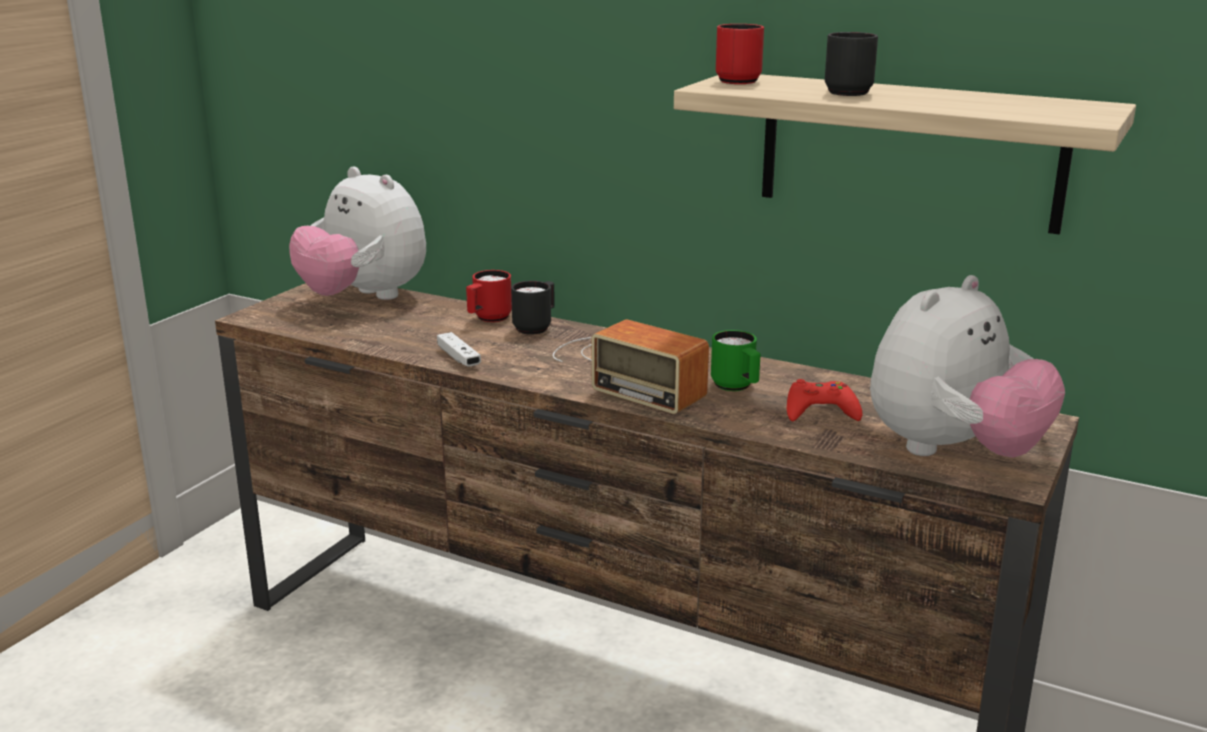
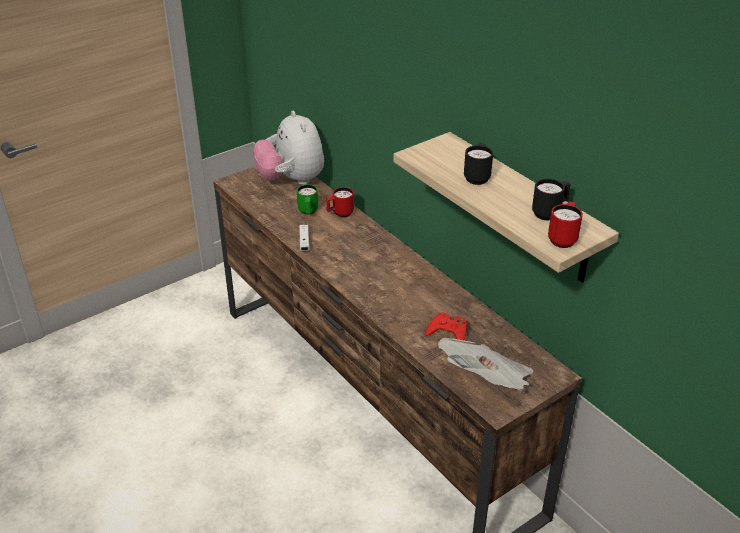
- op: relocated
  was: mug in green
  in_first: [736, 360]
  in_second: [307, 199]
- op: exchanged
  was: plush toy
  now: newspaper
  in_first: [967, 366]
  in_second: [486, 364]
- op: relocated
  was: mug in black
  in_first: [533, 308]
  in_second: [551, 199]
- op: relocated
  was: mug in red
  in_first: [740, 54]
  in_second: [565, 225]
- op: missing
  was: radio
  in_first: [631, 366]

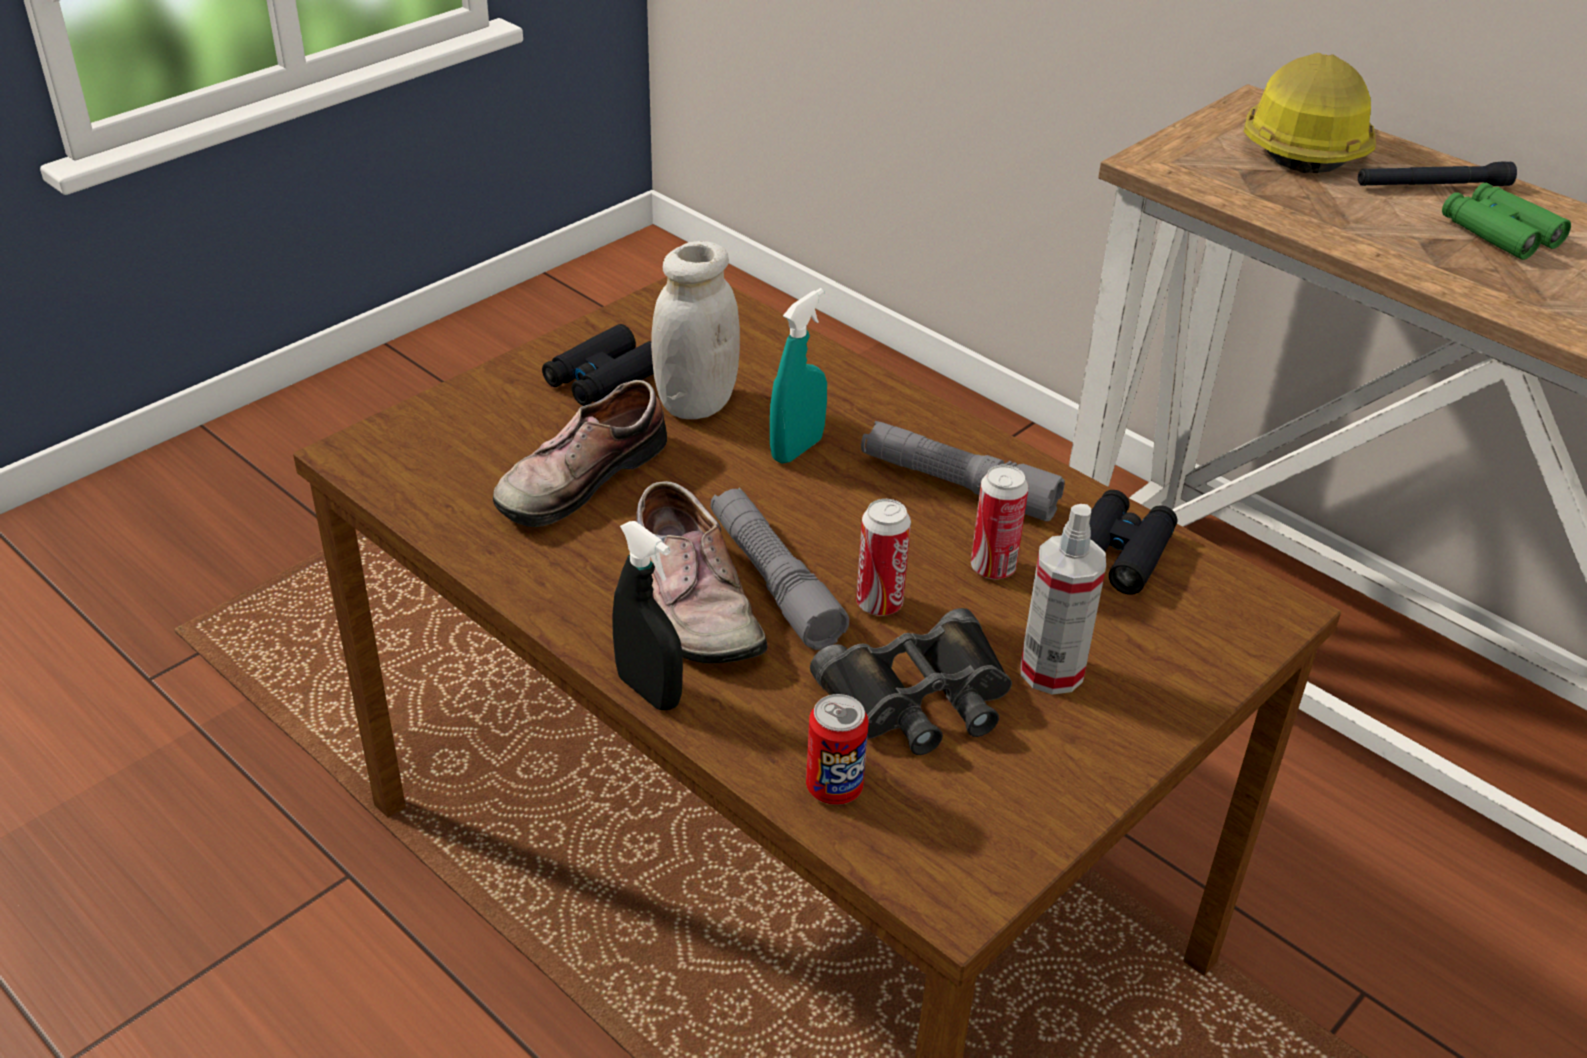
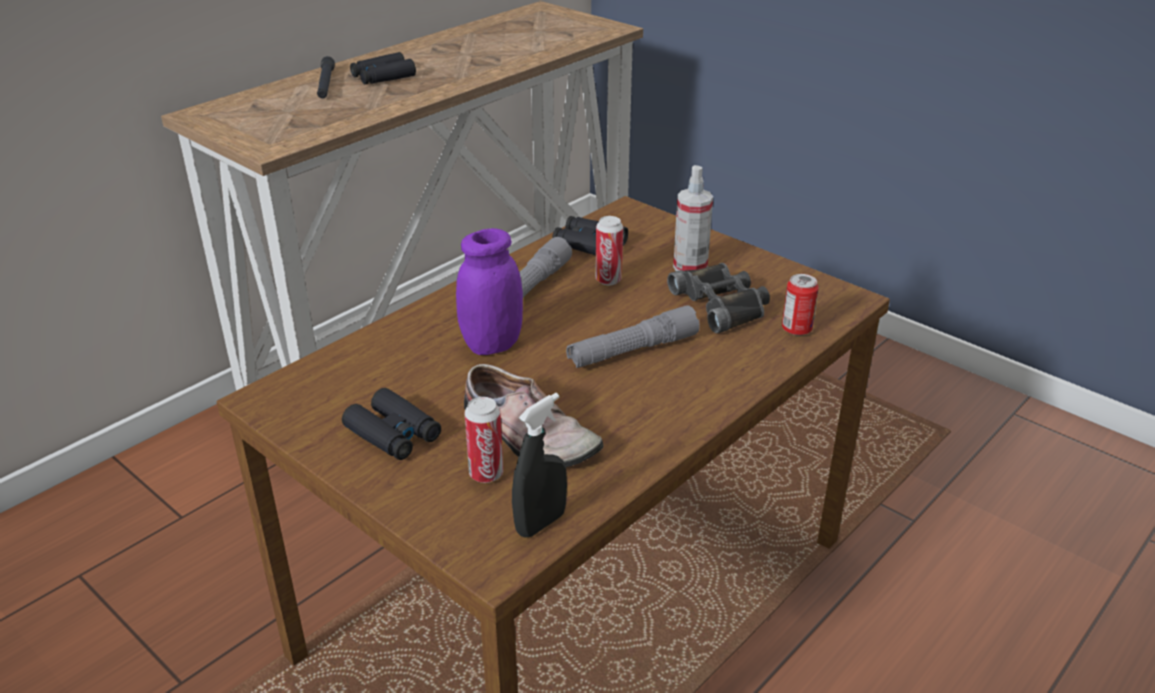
- op: colour
  was: binoculars in green
  now: binoculars in black
  in_first: [1506, 221]
  in_second: [383, 68]
- op: exchanged
  was: spray bottle in turquoise
  now: jar in purple
  in_first: [798, 375]
  in_second: [489, 291]
- op: relocated
  was: can
  in_first: [883, 557]
  in_second: [483, 440]
- op: relocated
  was: spray bottle in black
  in_first: [647, 615]
  in_second: [539, 465]
- op: missing
  was: shoe
  in_first: [702, 572]
- op: missing
  was: jar in white
  in_first: [695, 330]
- op: missing
  was: hard hat
  in_first: [1310, 113]

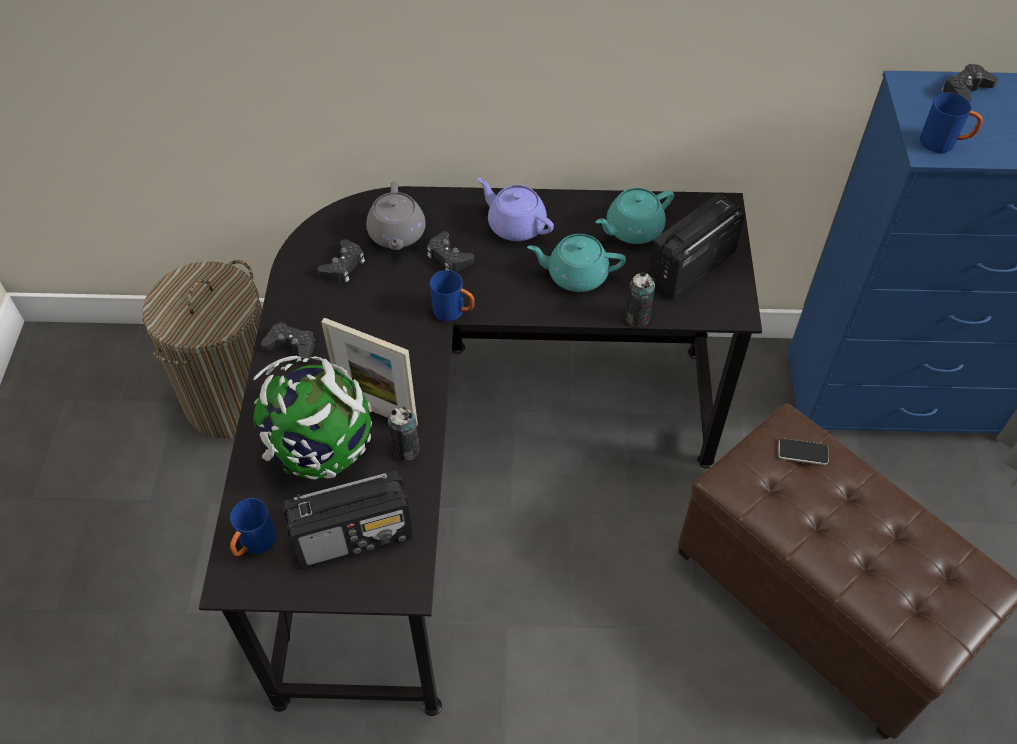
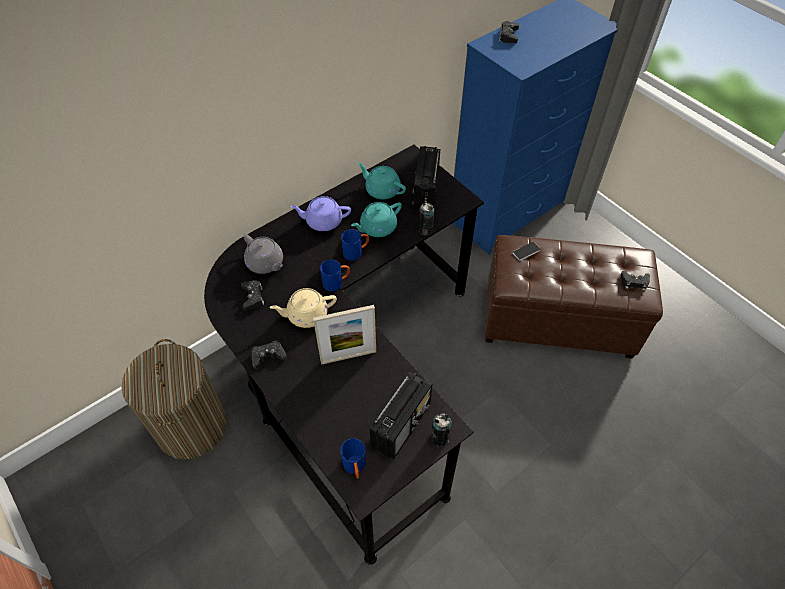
- op: appeared
  now: teapot in beige
  in_second: [303, 308]
- op: relocated
  was: mug in blue
  in_first: [951, 122]
  in_second: [355, 245]
- op: spun
  was: teapot in turquoise
  in_first: [634, 216]
  in_second: [382, 181]
  clockwise: 105
- op: relocated
  was: can
  in_first: [404, 434]
  in_second: [441, 430]
- op: relocated
  was: game controller in black
  in_first: [450, 251]
  in_second: [635, 281]
- op: missing
  was: globe
  in_first: [312, 418]

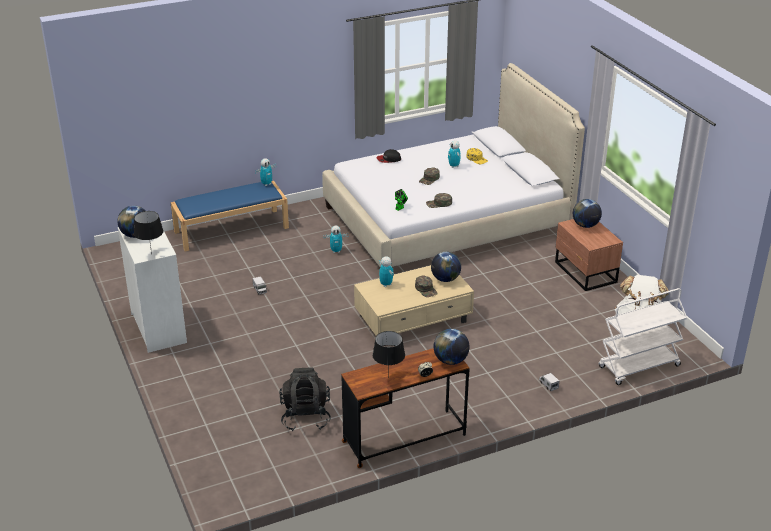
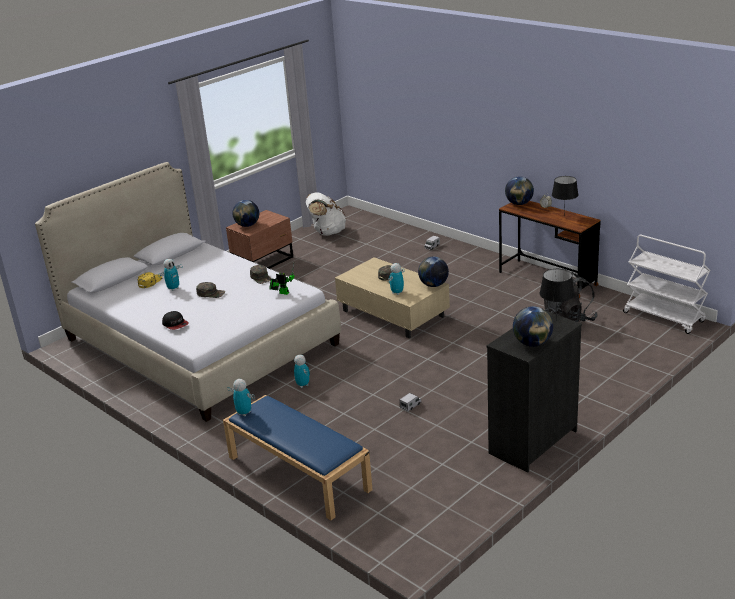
- op: relocated
  was: globe
  in_first: [446, 267]
  in_second: [433, 272]
- op: colour
  was: dresser in white
  now: dresser in black
  in_first: [152, 290]
  in_second: [534, 392]
- op: relocated
  was: cart in white
  in_first: [643, 336]
  in_second: [666, 284]

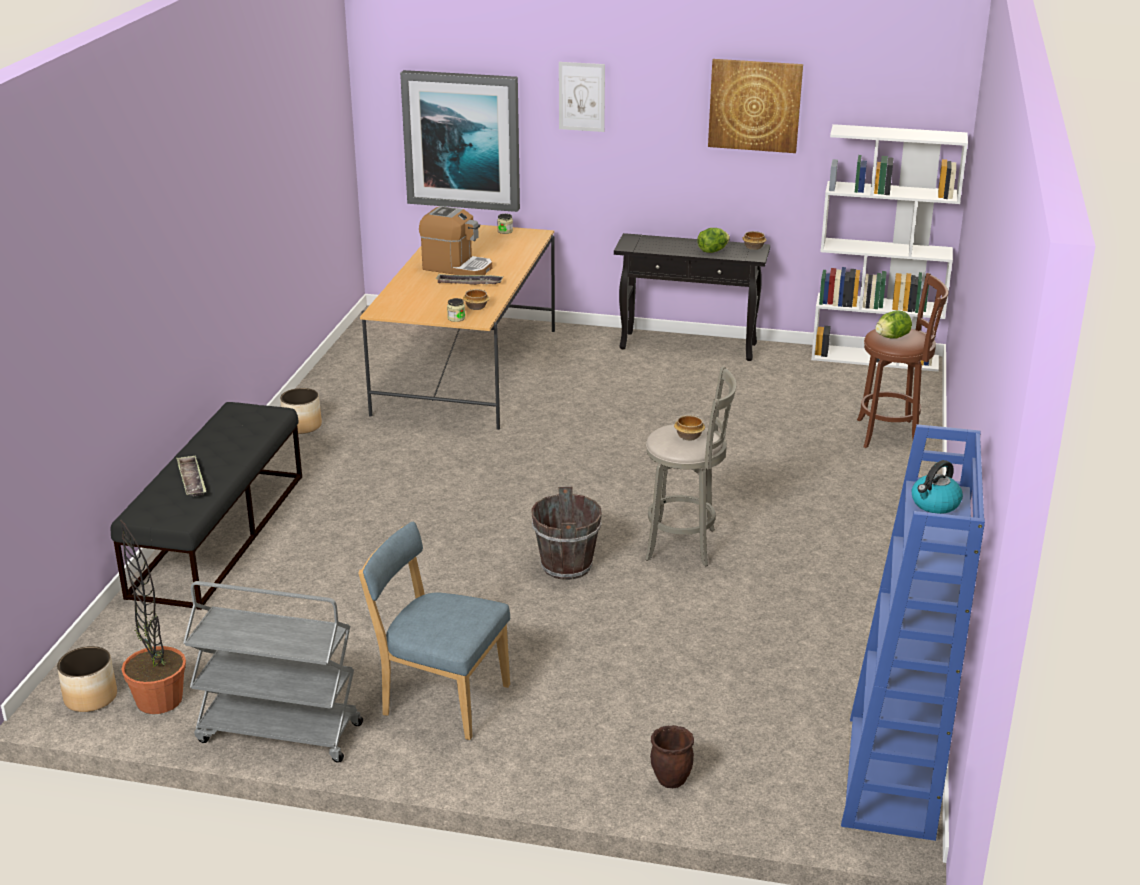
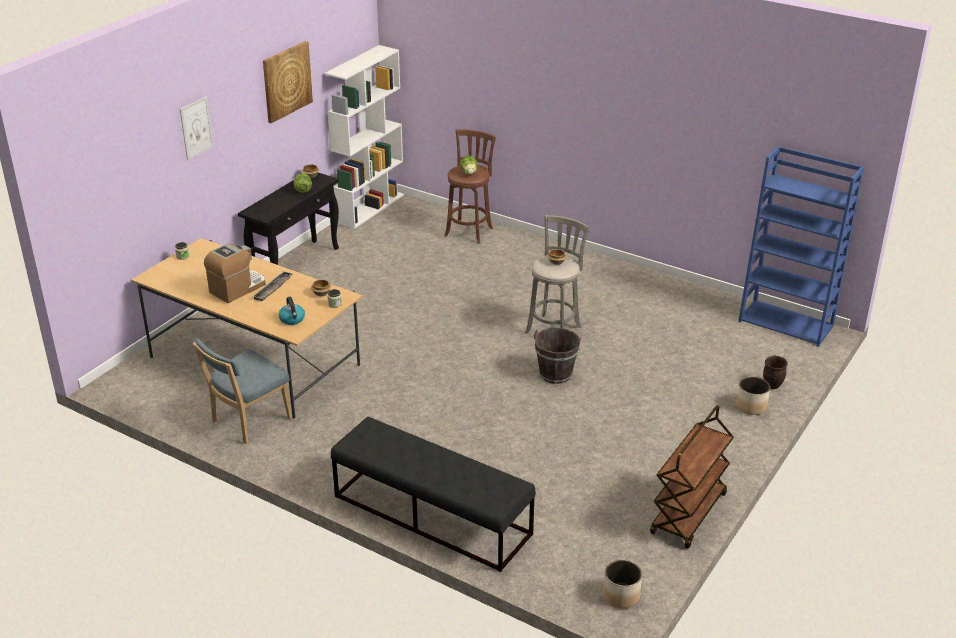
- op: relocated
  was: chair in blue
  in_first: [434, 631]
  in_second: [242, 391]
- op: relocated
  was: kettle
  in_first: [937, 487]
  in_second: [292, 311]
- op: colour
  was: cart in grey
  now: cart in brown
  in_first: [273, 672]
  in_second: [692, 477]
- op: relocated
  was: planter
  in_first: [301, 411]
  in_second: [753, 396]
- op: missing
  was: potted plant
  in_first: [153, 617]
- op: missing
  was: tray
  in_first: [191, 475]
- op: missing
  was: picture
  in_first: [460, 141]

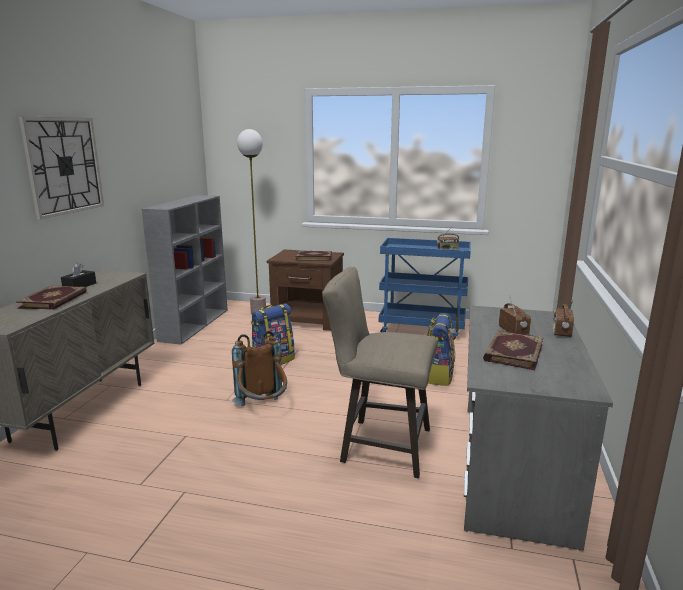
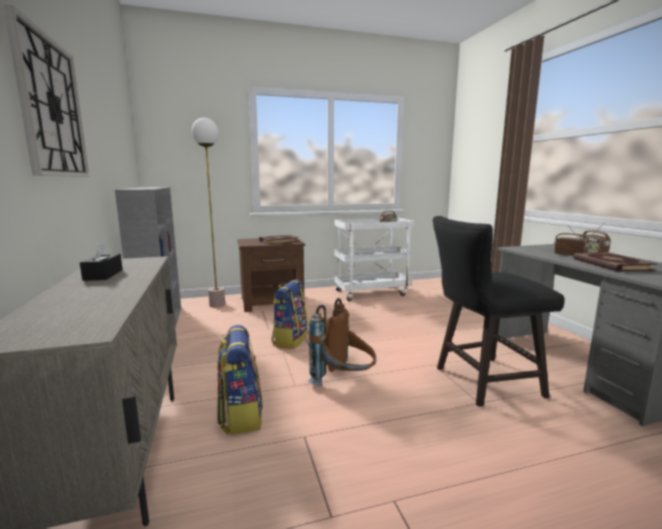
- op: relocated
  was: backpack
  in_first: [441, 349]
  in_second: [240, 380]
- op: colour
  was: cart in blue
  now: cart in white
  in_first: [425, 289]
  in_second: [374, 259]
- op: colour
  was: stool in beige
  now: stool in black
  in_first: [379, 372]
  in_second: [499, 311]
- op: missing
  was: book
  in_first: [51, 297]

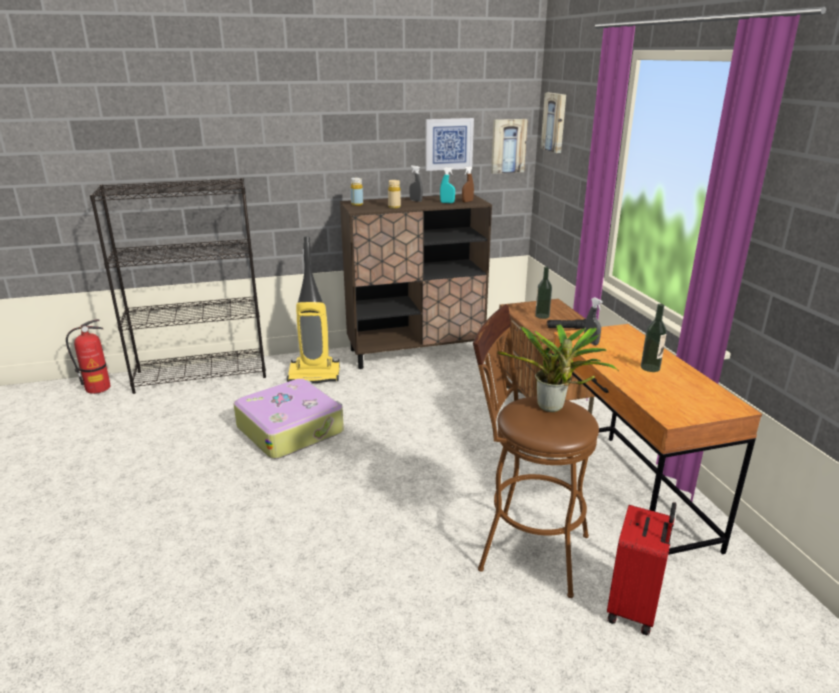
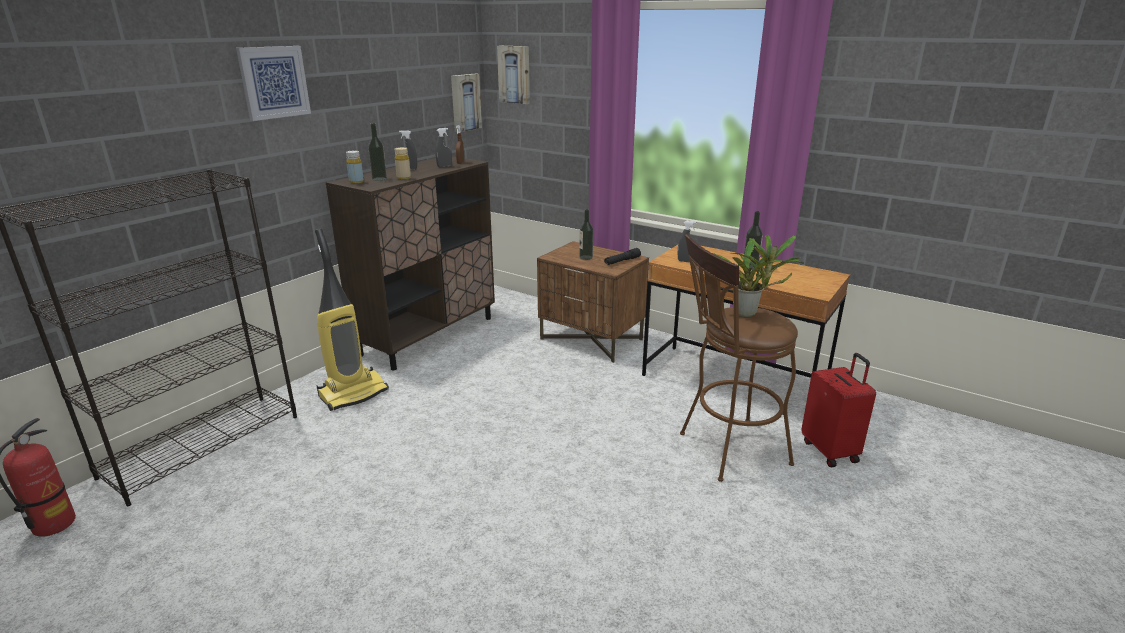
- op: relocated
  was: picture
  in_first: [449, 144]
  in_second: [273, 83]
- op: appeared
  now: bottle
  in_second: [377, 152]
- op: colour
  was: spray bottle in turquoise
  now: spray bottle in grey
  in_first: [447, 185]
  in_second: [443, 147]
- op: missing
  was: suitcase
  in_first: [289, 419]

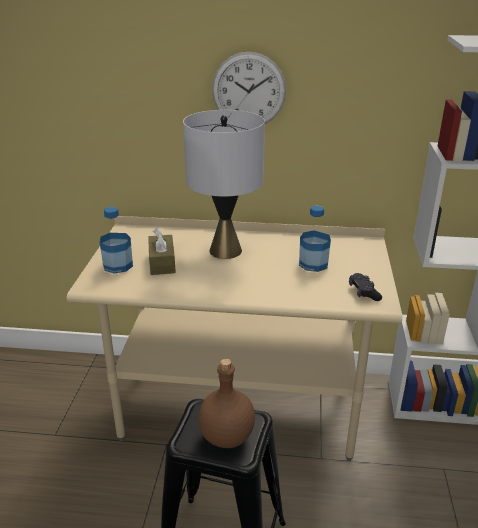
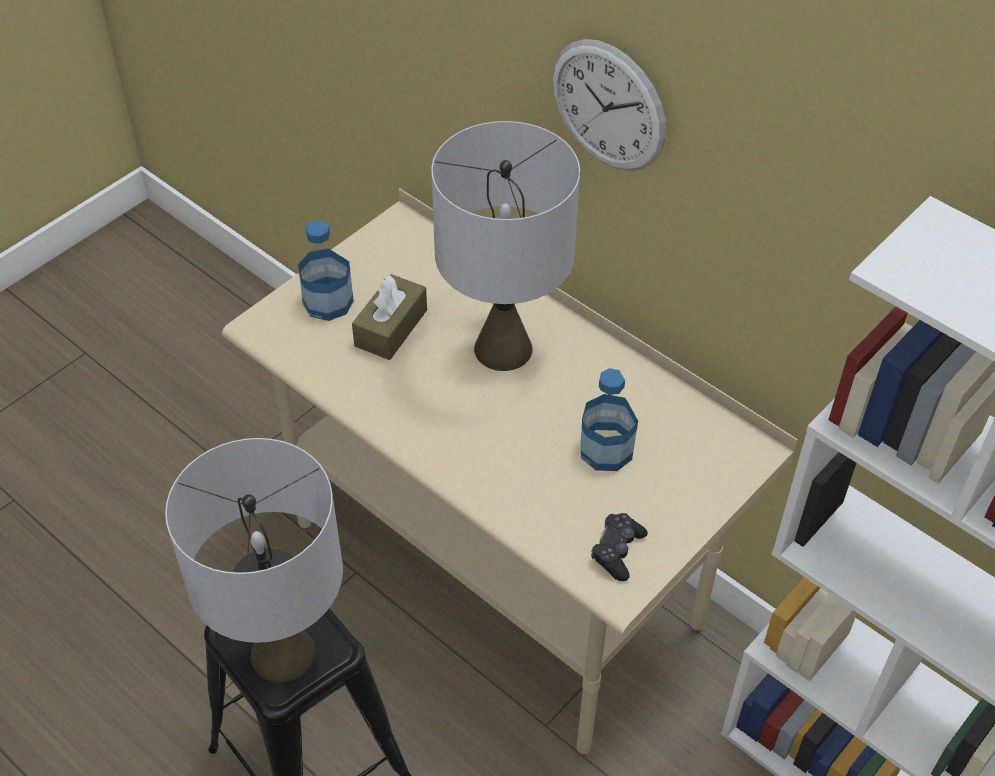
- op: exchanged
  was: bottle in brown
  now: table lamp in grey
  in_first: [226, 403]
  in_second: [254, 560]

